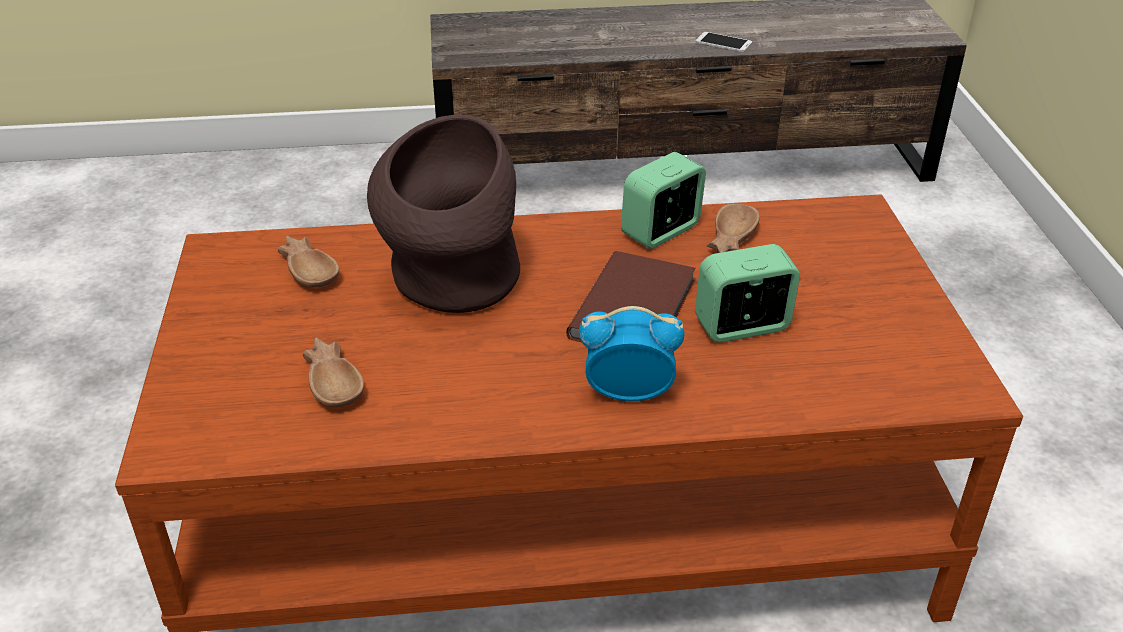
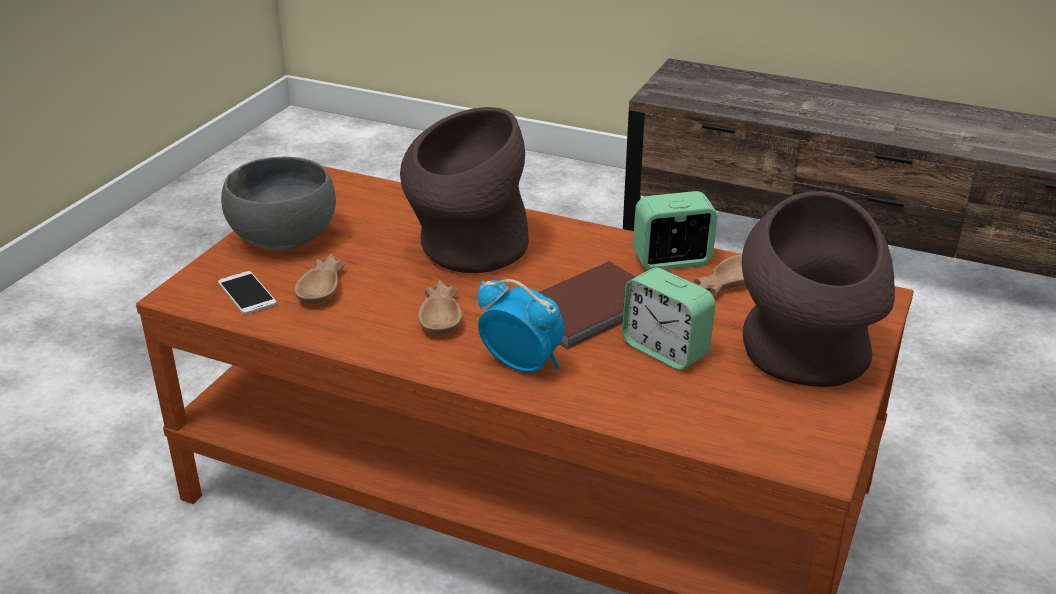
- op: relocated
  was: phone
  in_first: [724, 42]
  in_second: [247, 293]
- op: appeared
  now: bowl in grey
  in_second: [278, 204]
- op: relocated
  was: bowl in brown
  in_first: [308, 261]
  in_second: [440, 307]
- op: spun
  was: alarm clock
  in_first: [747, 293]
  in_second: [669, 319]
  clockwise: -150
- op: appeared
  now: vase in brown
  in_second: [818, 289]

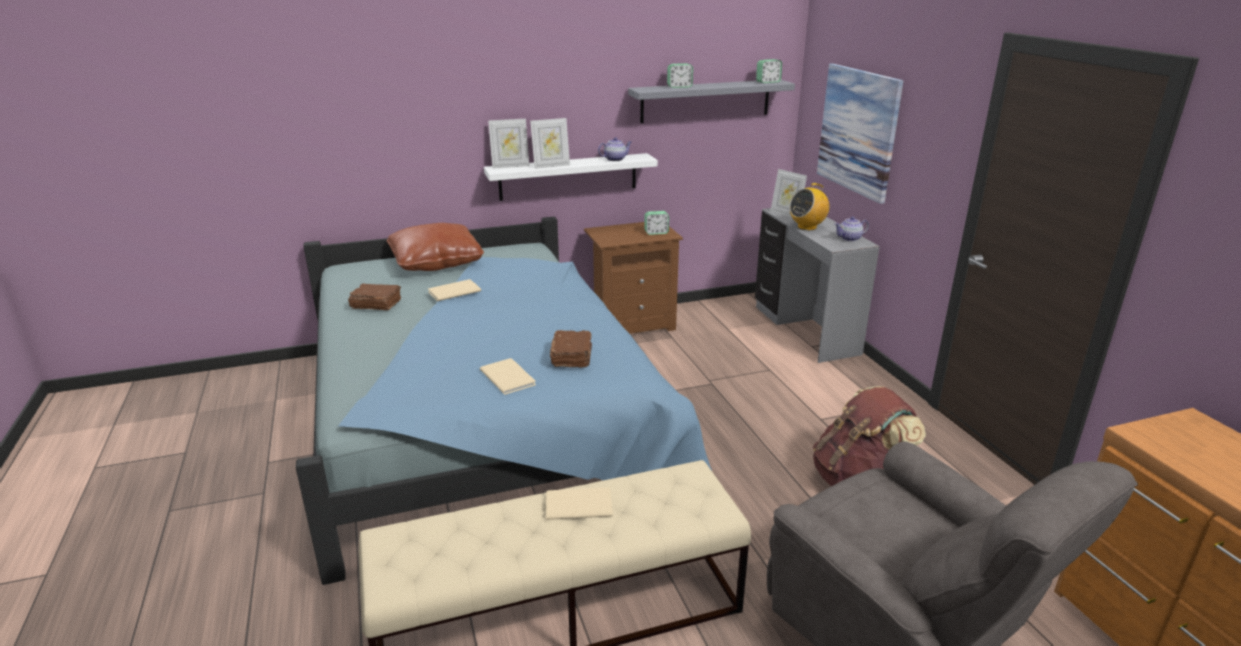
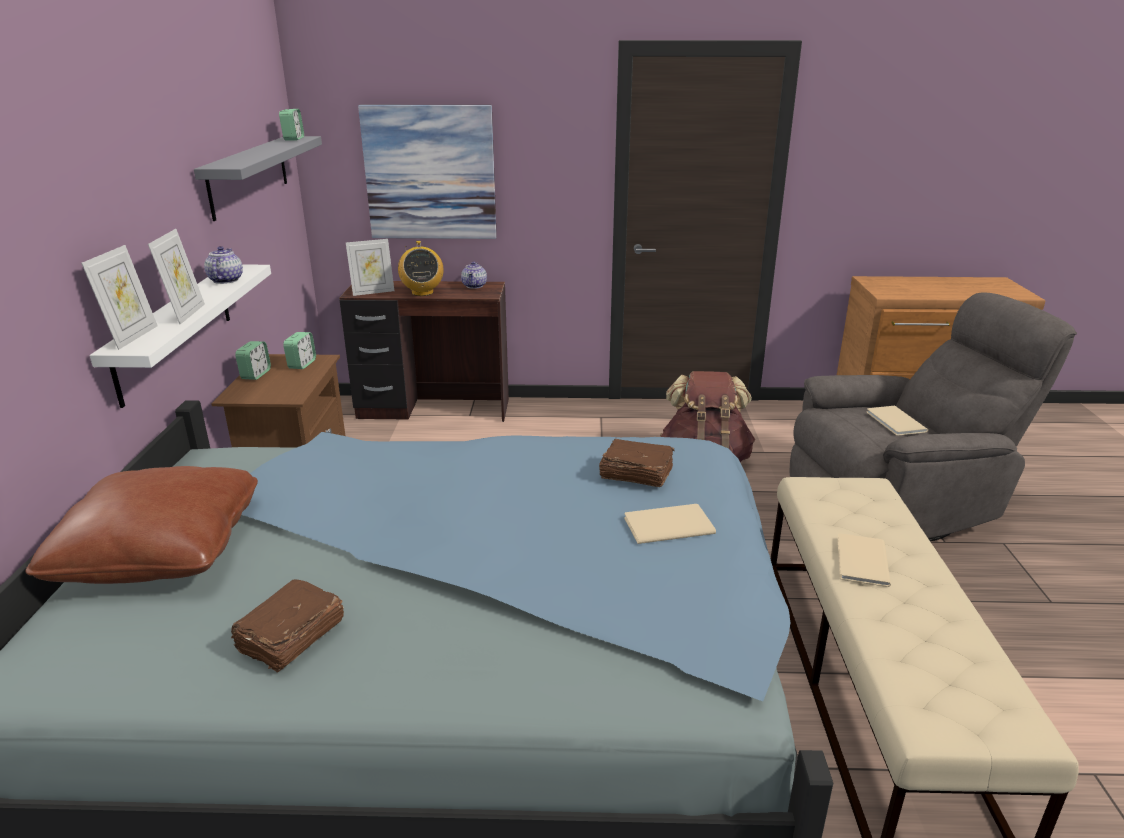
- op: relocated
  was: alarm clock
  in_first: [680, 75]
  in_second: [253, 360]
- op: colour
  was: desk in grey
  now: desk in brown
  in_first: [817, 285]
  in_second: [424, 351]
- op: relocated
  was: book in beige
  in_first: [454, 290]
  in_second: [897, 421]

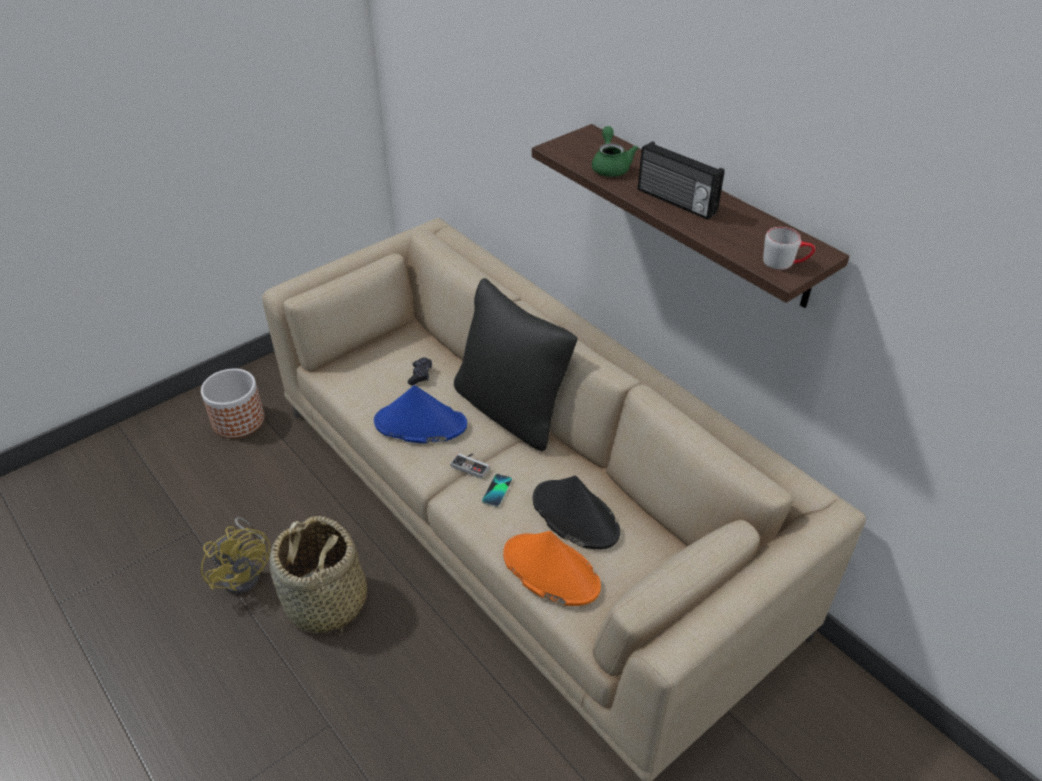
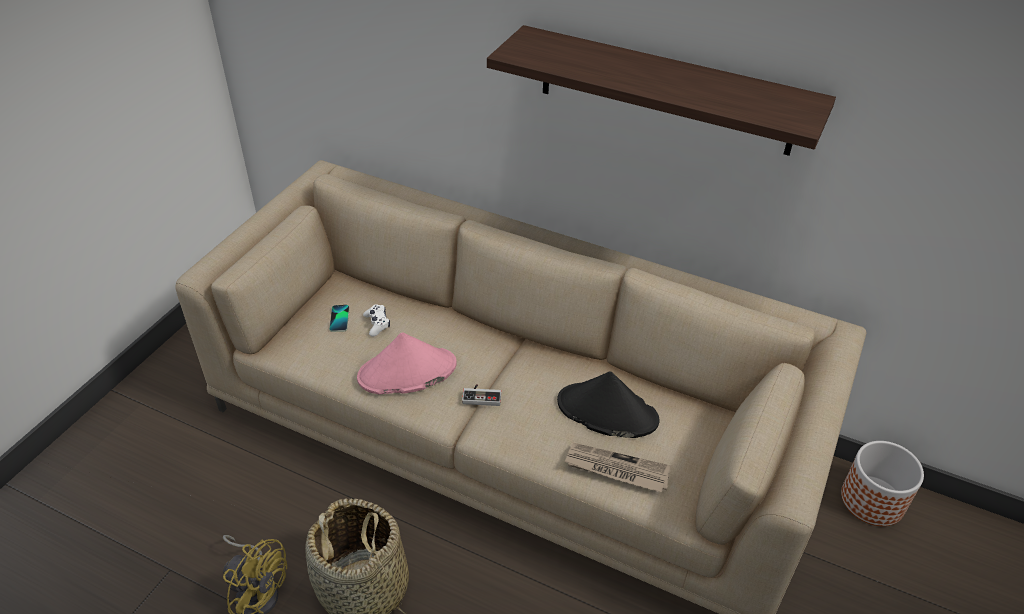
- op: relocated
  was: phone
  in_first: [497, 490]
  in_second: [339, 318]
- op: colour
  was: hat in blue
  now: hat in pink
  in_first: [420, 414]
  in_second: [407, 364]
- op: colour
  was: game controller in black
  now: game controller in white
  in_first: [420, 371]
  in_second: [376, 320]
- op: exchanged
  was: hat in orange
  now: newspaper
  in_first: [552, 568]
  in_second: [617, 468]
- op: relocated
  was: planter
  in_first: [232, 403]
  in_second: [882, 483]
- op: missing
  was: pillow in black
  in_first: [516, 364]
- op: missing
  was: teapot in green
  in_first: [615, 151]
- op: missing
  was: radio
  in_first: [681, 180]
- op: missing
  was: mug in grey
  in_first: [789, 248]

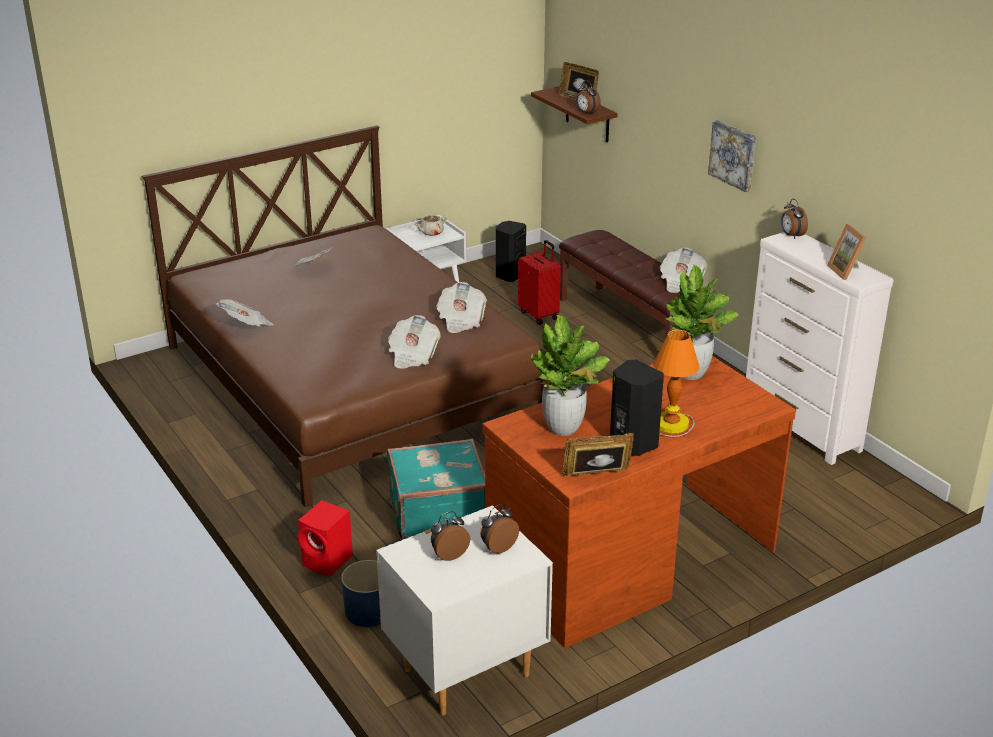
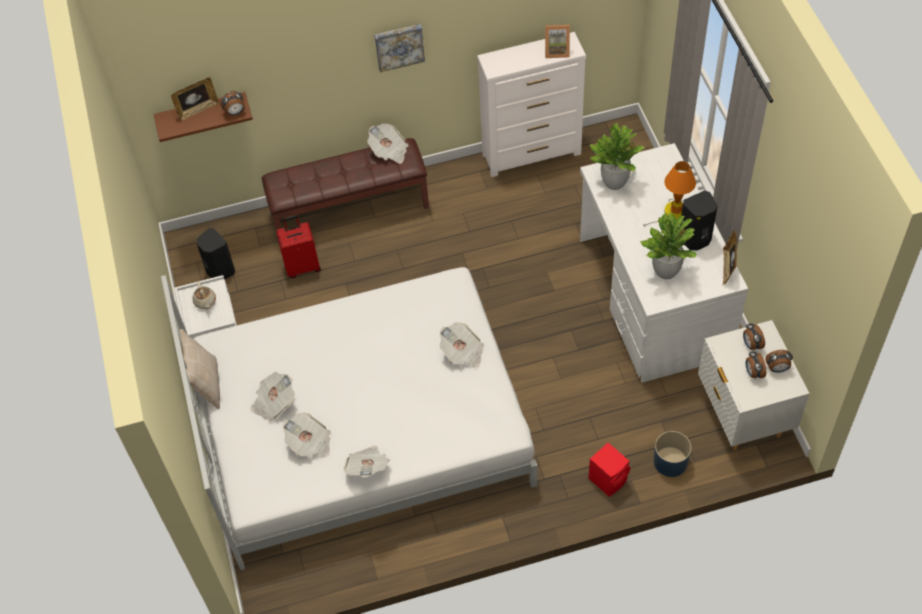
- op: colour
  was: bed in brown
  now: bed in white
  in_first: [344, 316]
  in_second: [349, 418]
- op: appeared
  now: pillow in beige
  in_second: [200, 369]
- op: relocated
  was: newspaper
  in_first: [461, 307]
  in_second: [307, 435]
- op: colour
  was: desk in brown
  now: desk in white
  in_first: [639, 502]
  in_second: [664, 263]
- op: relocated
  was: alarm clock
  in_first: [794, 219]
  in_second: [779, 361]
- op: missing
  was: suitcase in turquoise
  in_first: [436, 489]

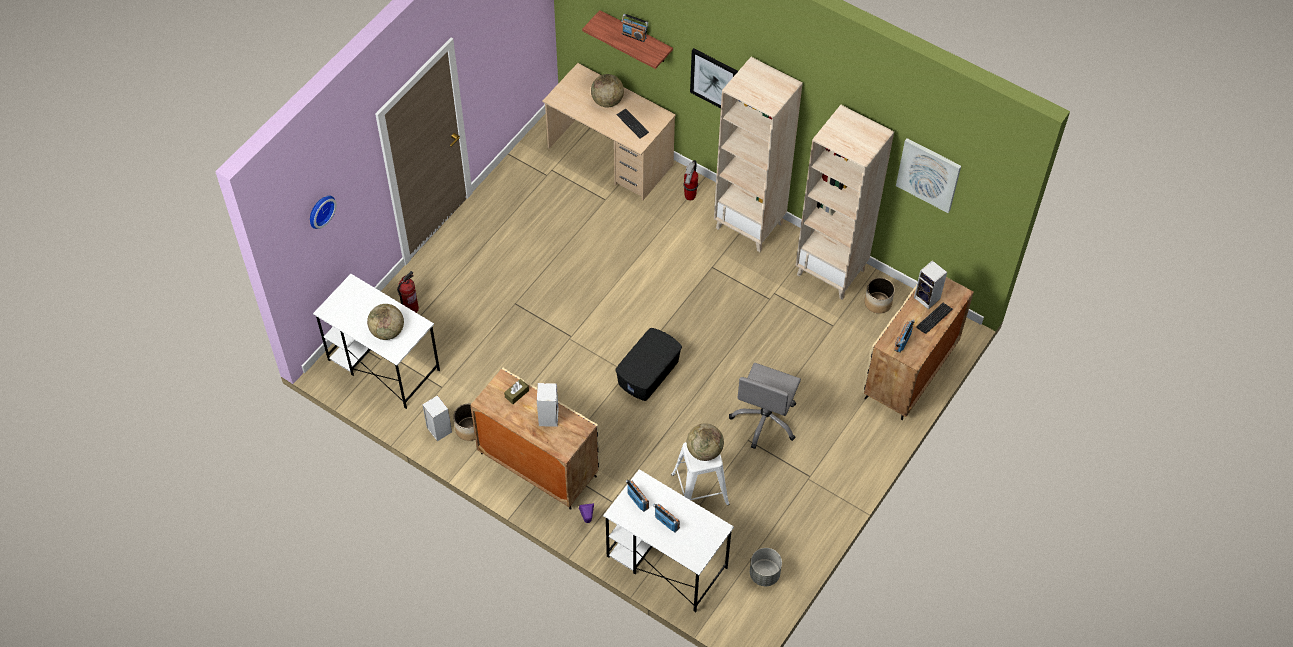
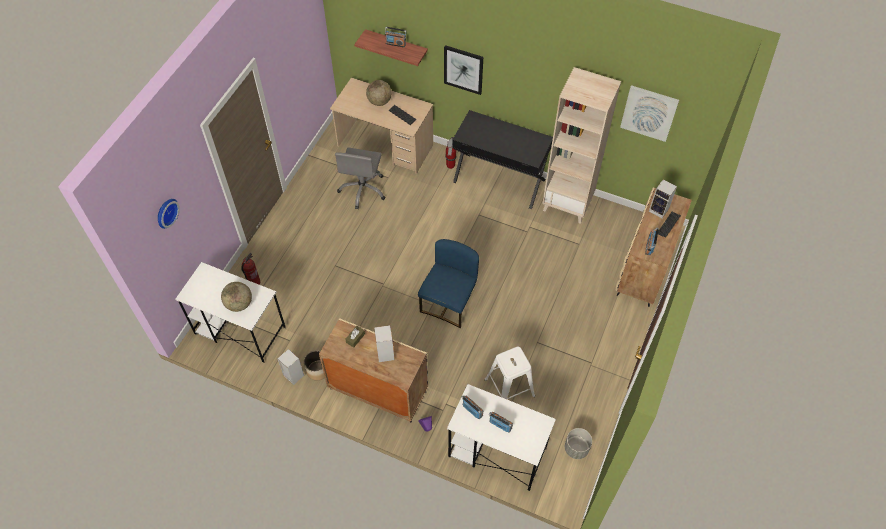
- op: relocated
  was: office chair in grey
  in_first: [765, 406]
  in_second: [360, 178]
- op: exchanged
  was: storage box in black
  now: chair in blue
  in_first: [648, 364]
  in_second: [448, 283]
- op: exchanged
  was: bookcase in beige
  now: desk in black
  in_first: [758, 154]
  in_second: [502, 159]
- op: missing
  was: globe
  in_first: [705, 442]
- op: missing
  was: planter
  in_first: [879, 296]

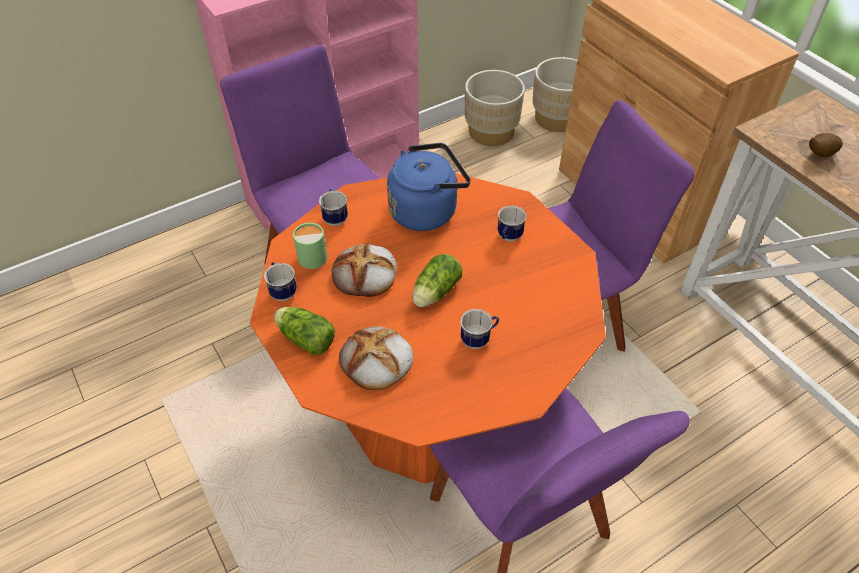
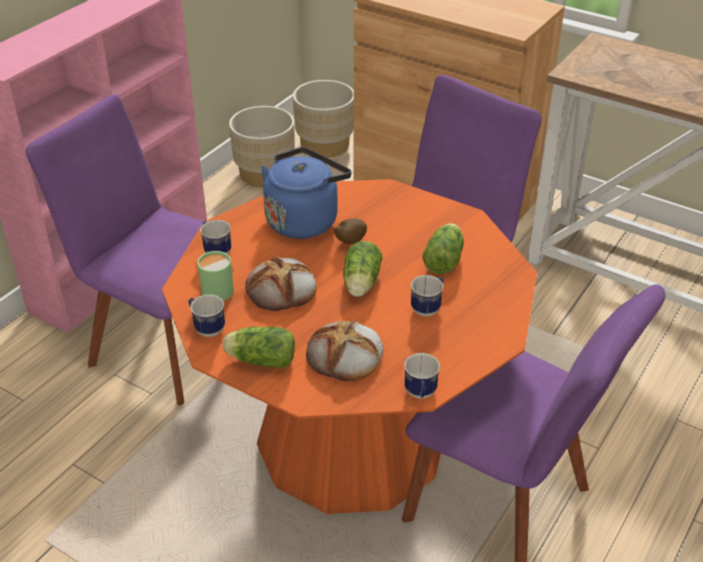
- op: relocated
  was: potato
  in_first: [826, 145]
  in_second: [350, 231]
- op: relocated
  was: mug
  in_first: [512, 223]
  in_second: [422, 376]
- op: appeared
  now: lettuce
  in_second: [443, 249]

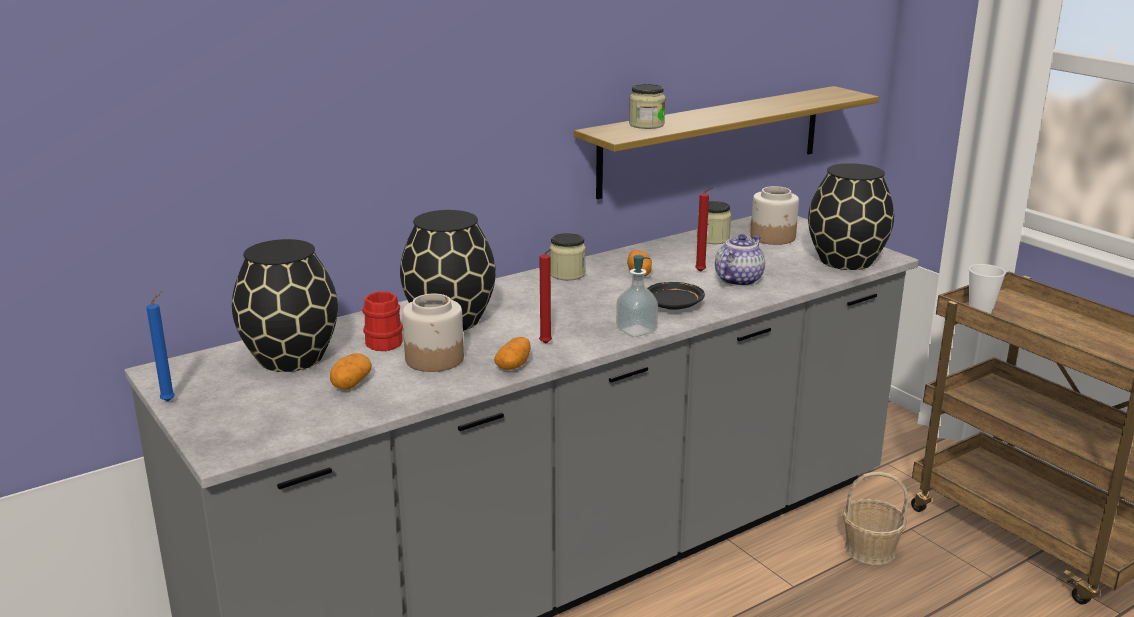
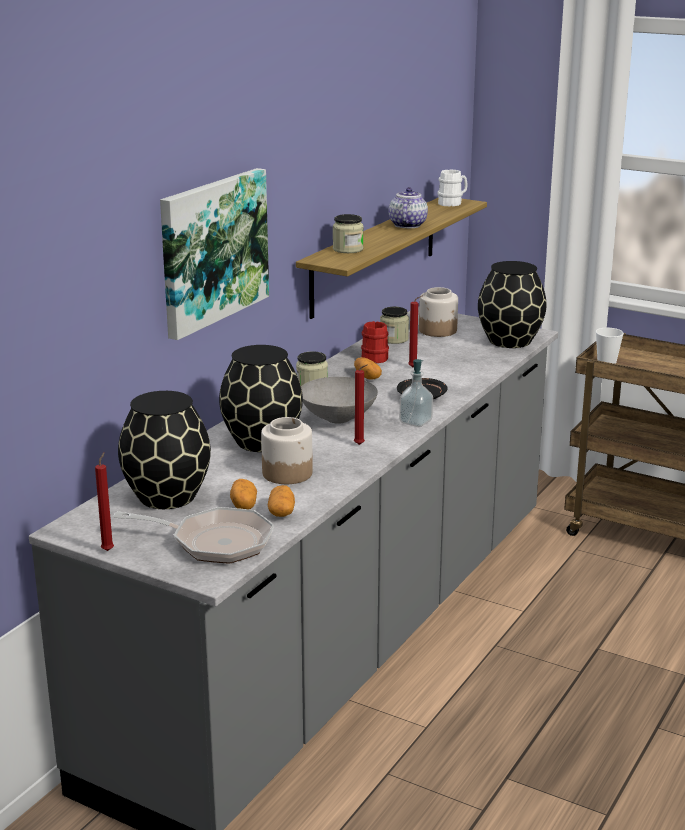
- op: colour
  was: candle in blue
  now: candle in red
  in_first: [160, 346]
  in_second: [104, 501]
- op: appeared
  now: frying pan
  in_second: [193, 535]
- op: appeared
  now: picture
  in_second: [214, 254]
- op: relocated
  was: potato
  in_first: [512, 353]
  in_second: [281, 501]
- op: appeared
  now: bowl in grey
  in_second: [339, 400]
- op: relocated
  was: mug in red
  in_first: [382, 321]
  in_second: [375, 342]
- op: relocated
  was: teapot
  in_first: [740, 260]
  in_second: [408, 207]
- op: appeared
  now: mug in white
  in_second: [452, 188]
- op: missing
  was: basket
  in_first: [875, 518]

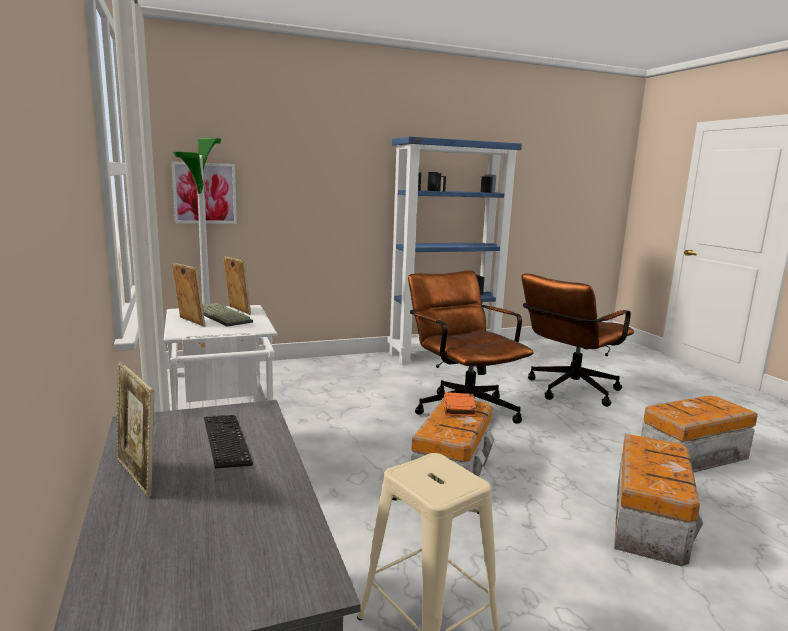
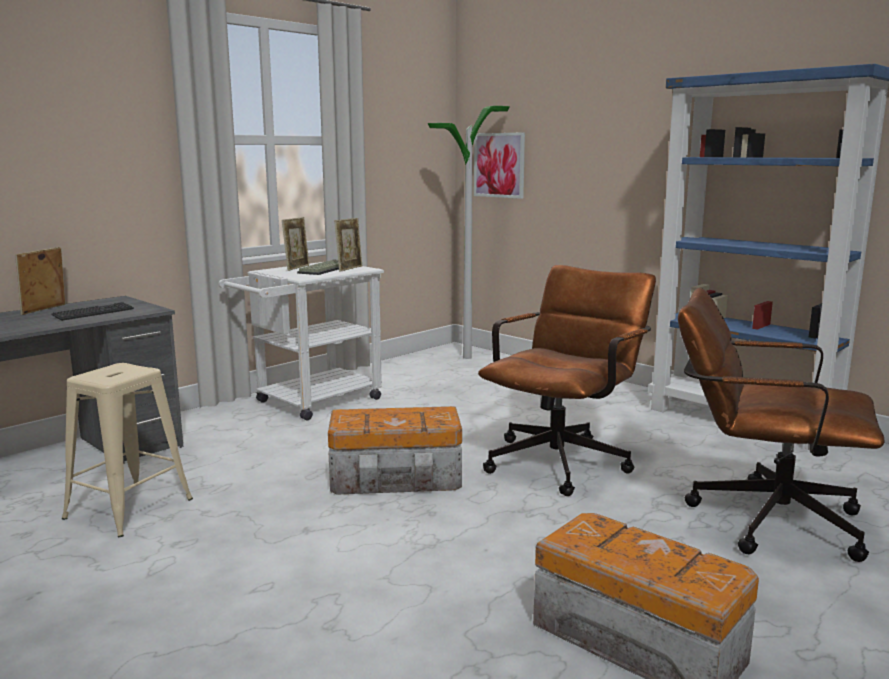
- op: missing
  was: book in orange
  in_first: [460, 404]
- op: missing
  was: storage box
  in_first: [658, 500]

